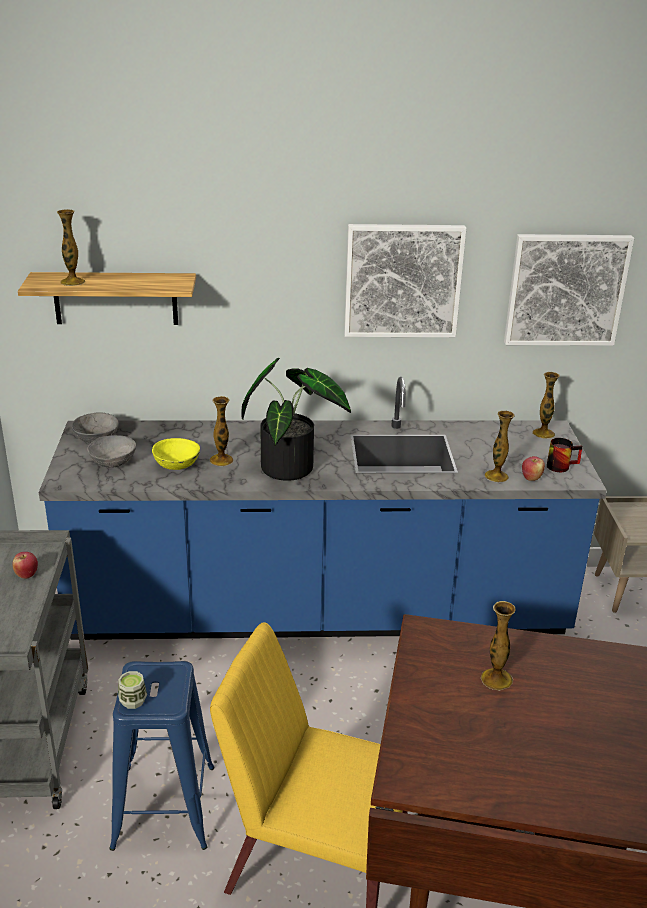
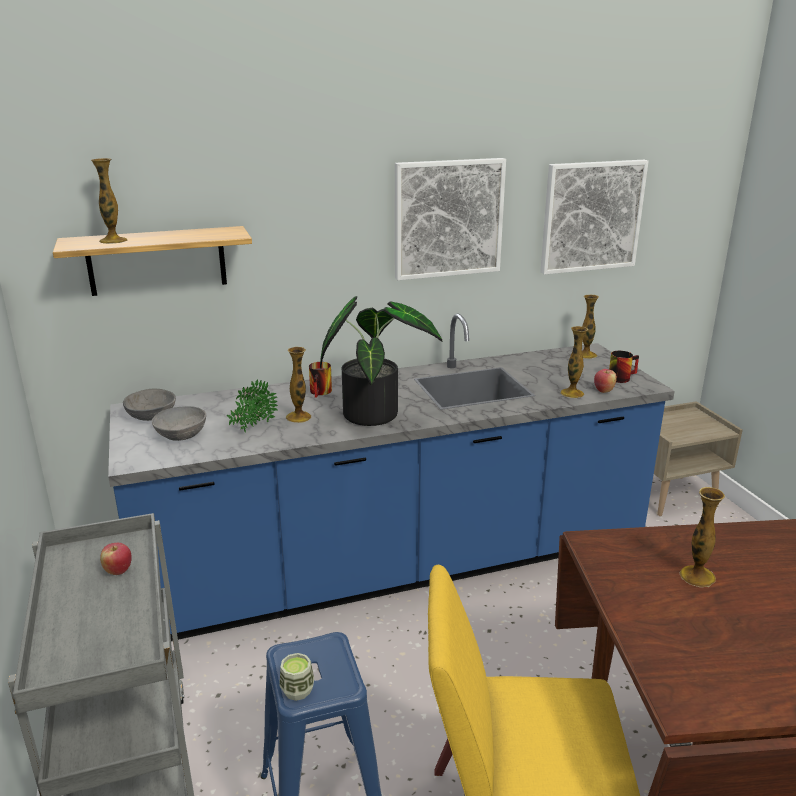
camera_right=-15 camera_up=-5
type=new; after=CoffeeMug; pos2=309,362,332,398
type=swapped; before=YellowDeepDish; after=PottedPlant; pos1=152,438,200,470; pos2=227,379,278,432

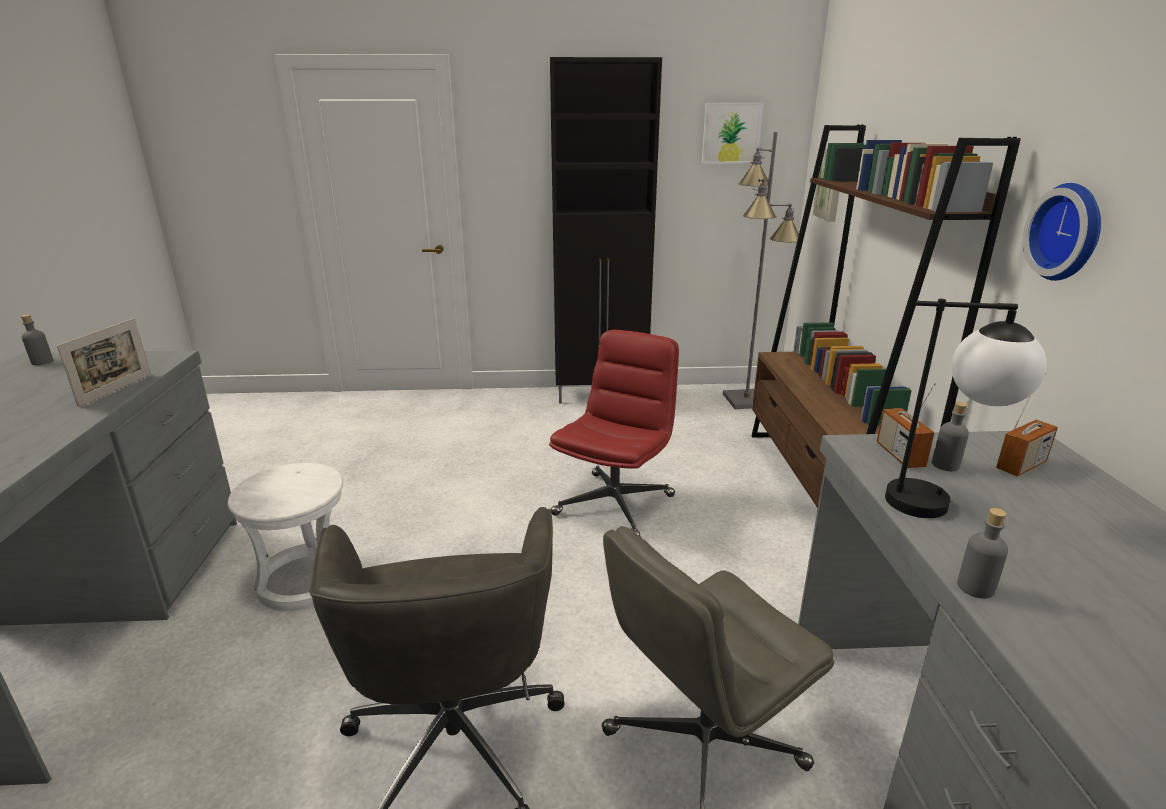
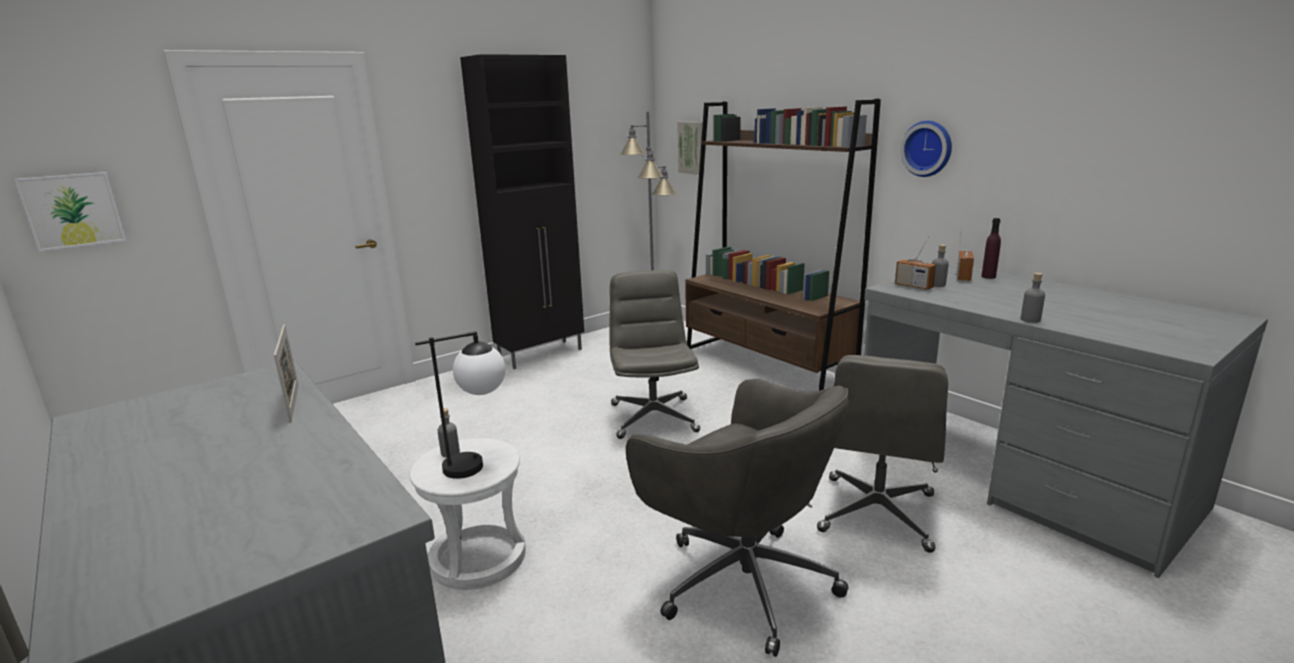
camera_right=-35 camera_up=-5
type=new; after=PurpleColouredBeverageBottle; pos2=981,218,1001,279
type=shifted; before=GreyishBeverageBottle; pos1=21,314,53,365; pos2=438,408,460,458
type=shifted; before=Picture; pos1=702,103,763,164; pos2=15,172,126,252
type=shifted; before=LampForATable; pos1=885,299,1047,518; pos2=415,331,506,479
type=repainted; before=ReddishDeskChair; after=GreyishDeskChair; pos1=549,330,679,537; pos2=609,270,700,439

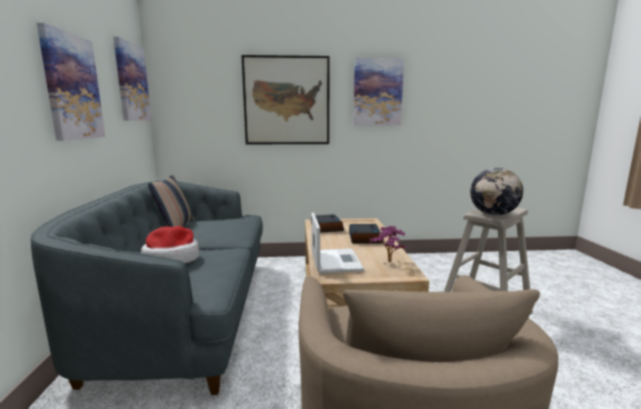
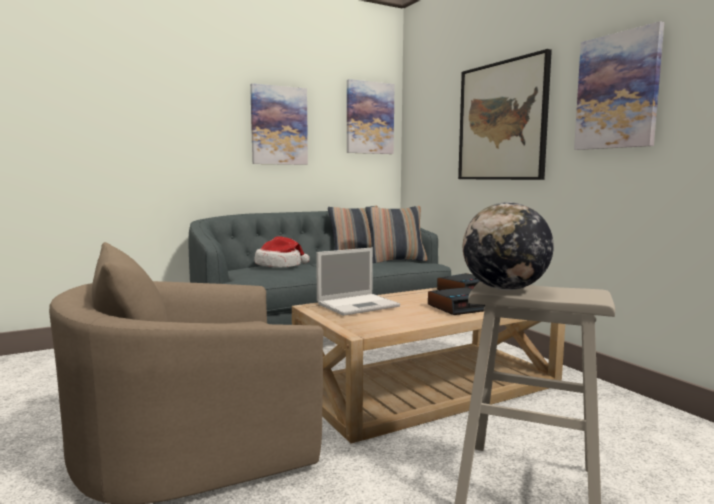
camera_right=65 camera_up=-5
type=gone; before=PottedPlant; pos1=370,226,407,262
type=new; after=Cushion; pos2=365,206,427,263

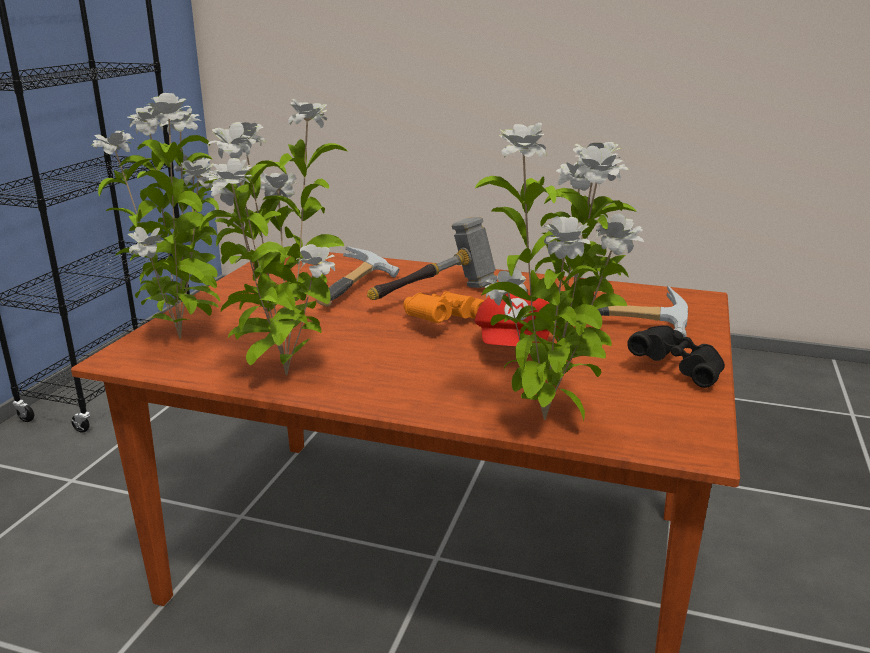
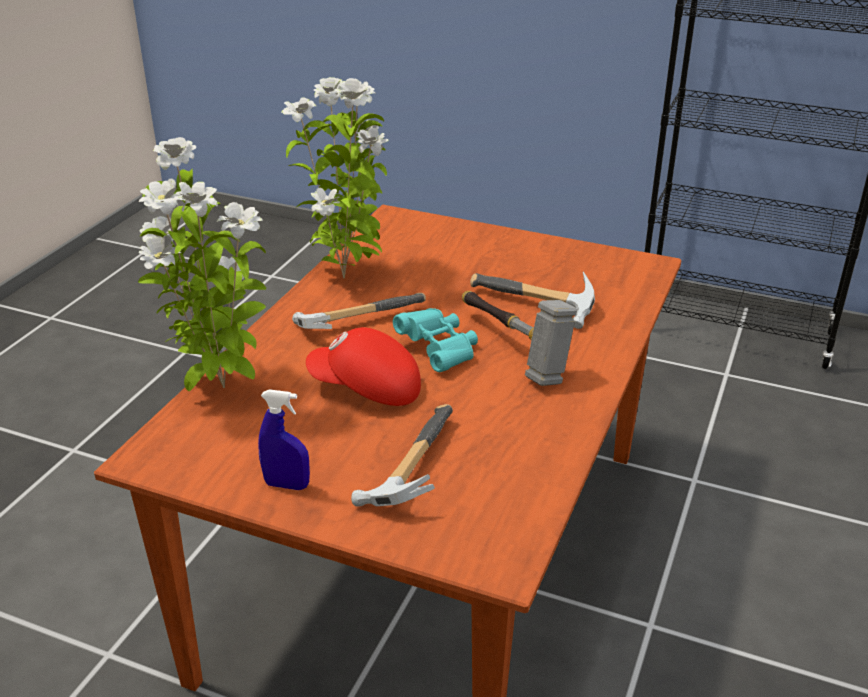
camera_right=95 camera_up=10
type=gone; before=PottedPlant; pos1=91,93,220,339
type=new; after=ToolHammer; pos2=292,293,426,329
type=swapped; before=BlackFieldGlasses; after=BlueSprayBottle; pos1=627,325,725,388; pos2=258,389,310,490
type=repainted; before=OrangeFieldGlasses; after=BlueGreenFieldGlasses; pos1=403,291,484,323; pos2=393,308,478,372

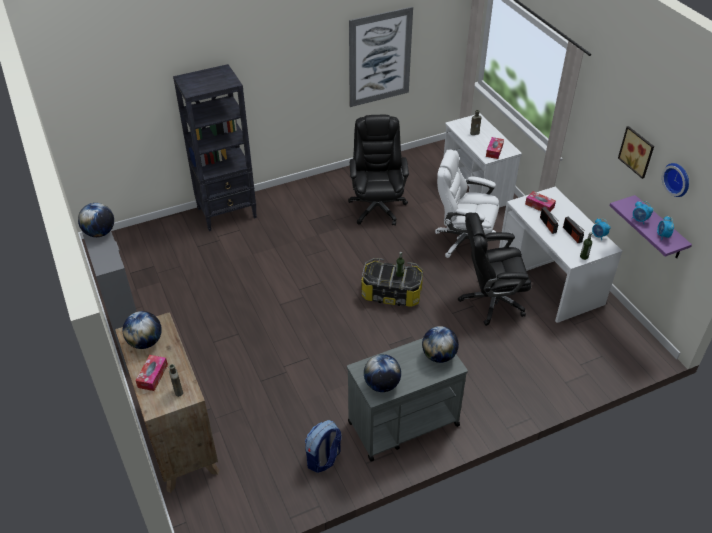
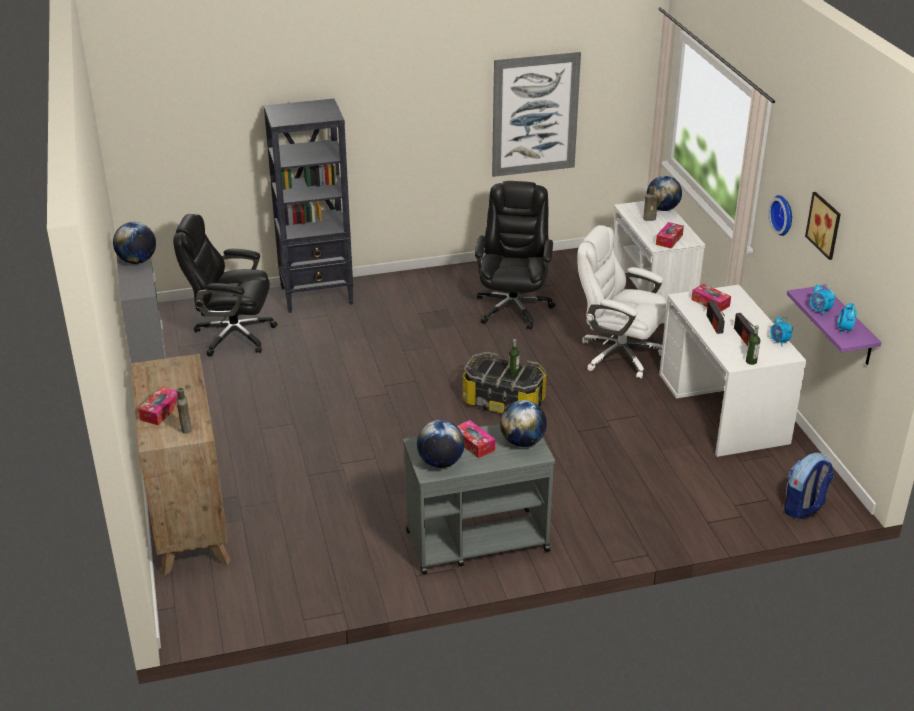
camera_right=10 camera_up=-10
type=new; after=TissueHolder; pos2=457,420,495,458
type=shifted; before=WorldGlobe; pos1=122,311,162,349; pos2=647,176,682,211
type=shifted; before=Backpack; pos1=305,420,342,473; pos2=784,453,834,519
type=shifted; before=BlackDeskChair; pos1=458,213,531,326; pos2=173,214,278,357
type=shifted; before=ClockOnTheWall; pos1=662,163,689,197; pos2=768,195,792,236

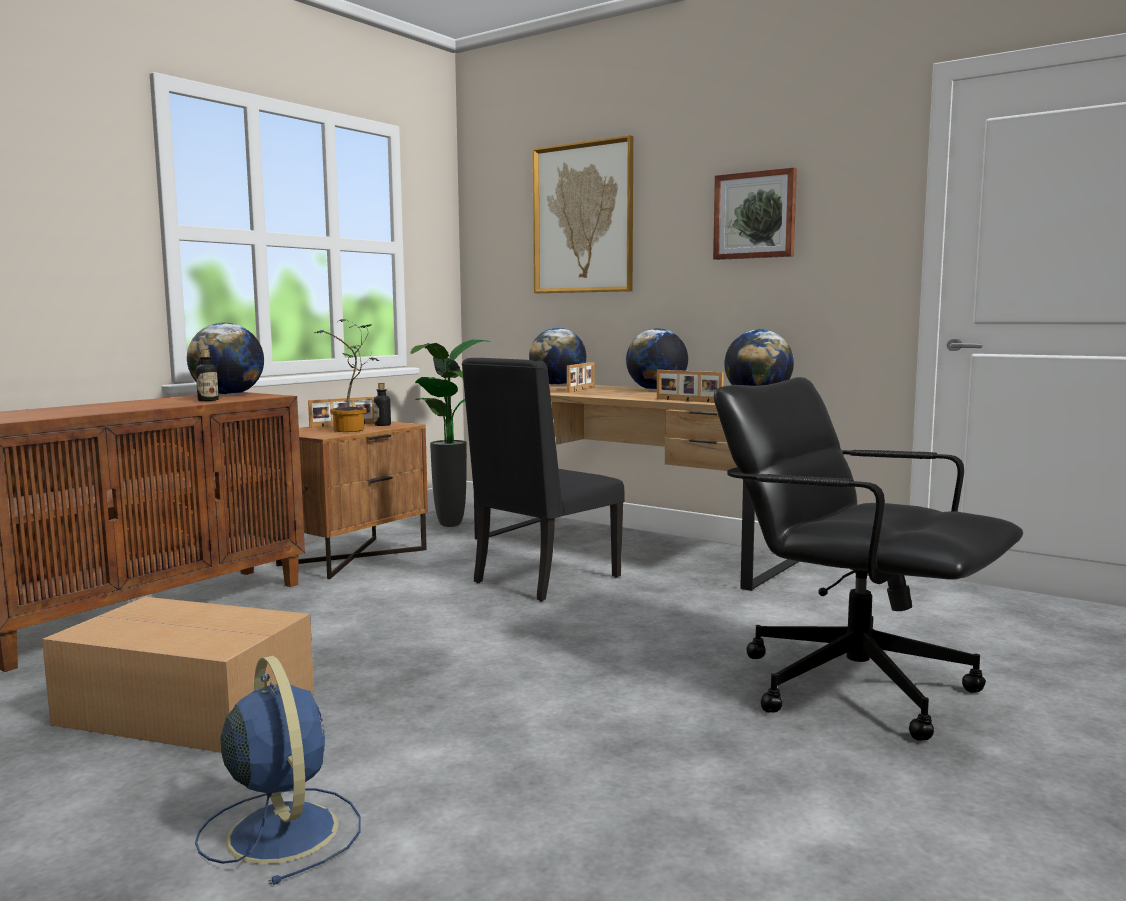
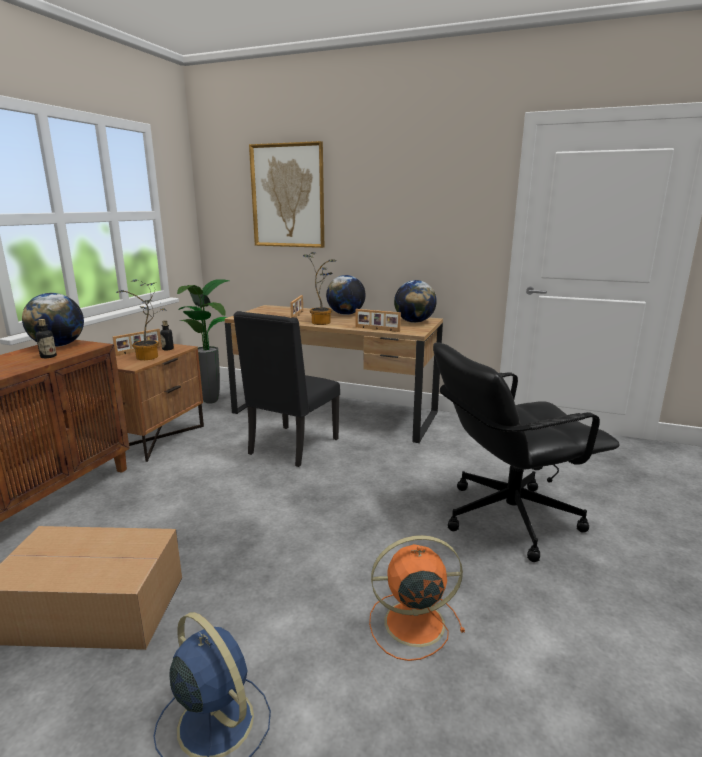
camera_right=-15 camera_up=10
type=gone; before=WorldGlobe; pos1=529,328,586,385
type=gone; before=Picture; pos1=713,168,797,260
type=new; after=PottedPlant; pos2=303,252,336,325
type=new; after=OrangeCoolingFan; pos2=369,535,465,661
type=rotated; before=BlackDeskChair; pos1=714,377,1023,741; pos2=433,342,619,562; turn=-45

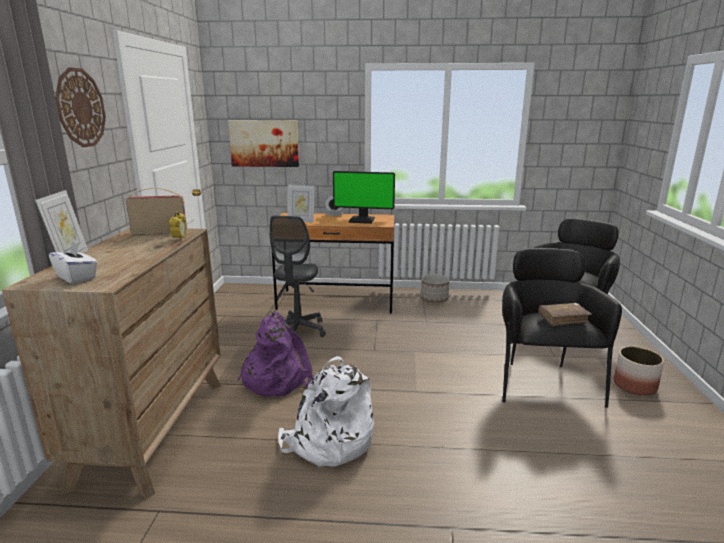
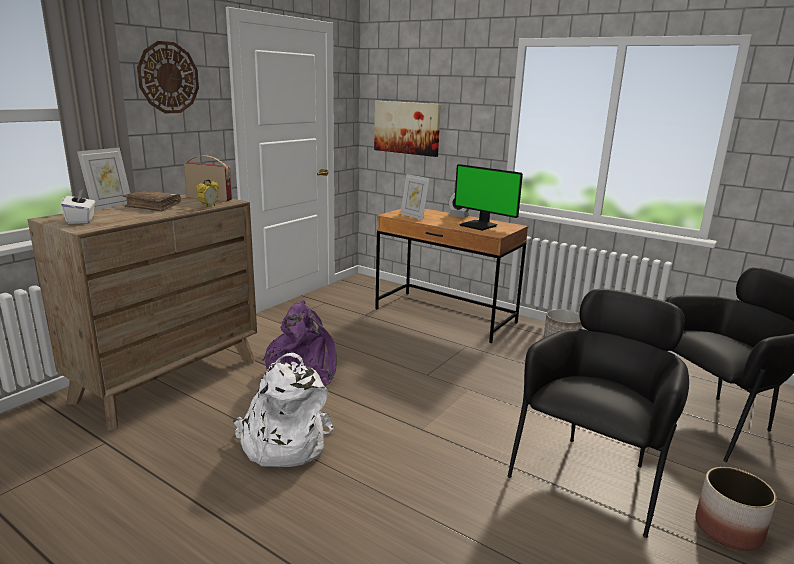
camera_right=30 camera_up=0
type=gone; before=GreyishDeskChair; pos1=270,215,326,337
type=shifted; before=BrownColouredVolume; pos1=539,303,592,326; pos2=123,190,181,212

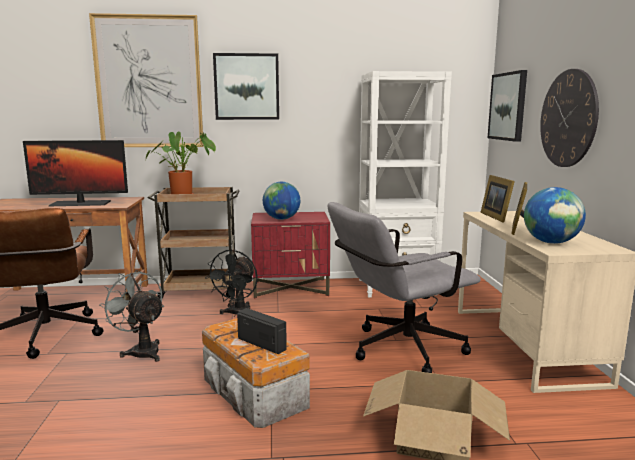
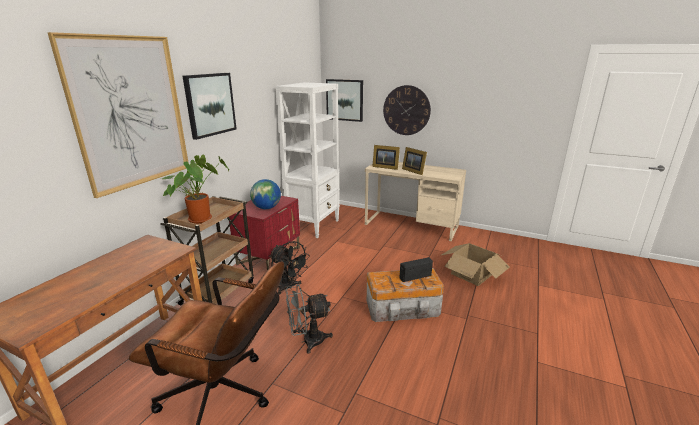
camera_right=-60 camera_up=10
type=gone; before=ComputerScreen; pos1=23,140,128,206
type=gone; before=GreyishDeskChair; pos1=328,202,481,373
type=gone; before=WorldGlobe; pos1=524,187,586,244

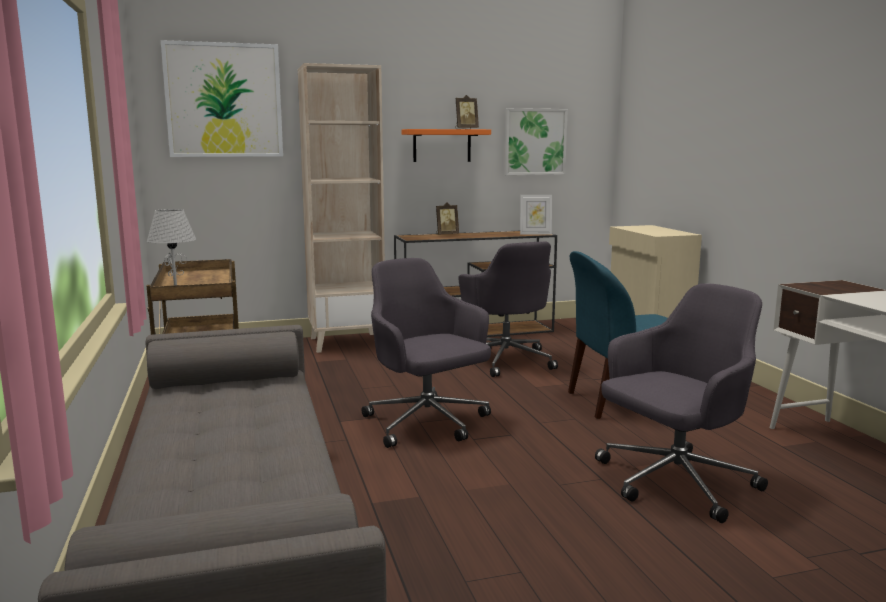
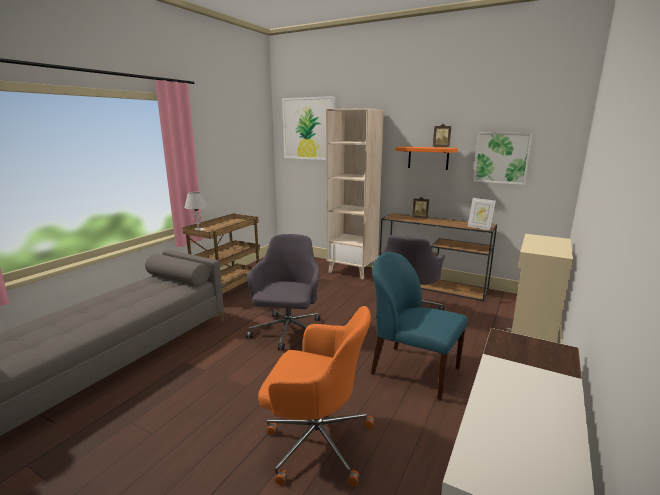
camera_right=45 camera_up=5
type=repainted; before=GreyishDeskChair; after=OrangeDeskChair; pos1=595,283,768,523; pos2=258,306,374,486

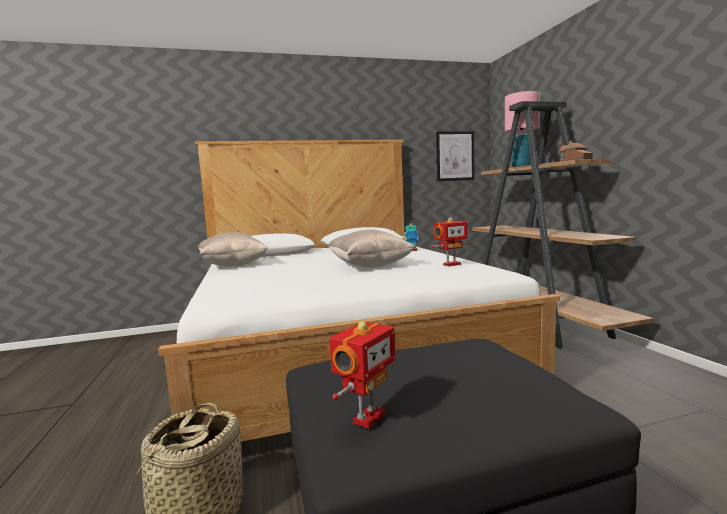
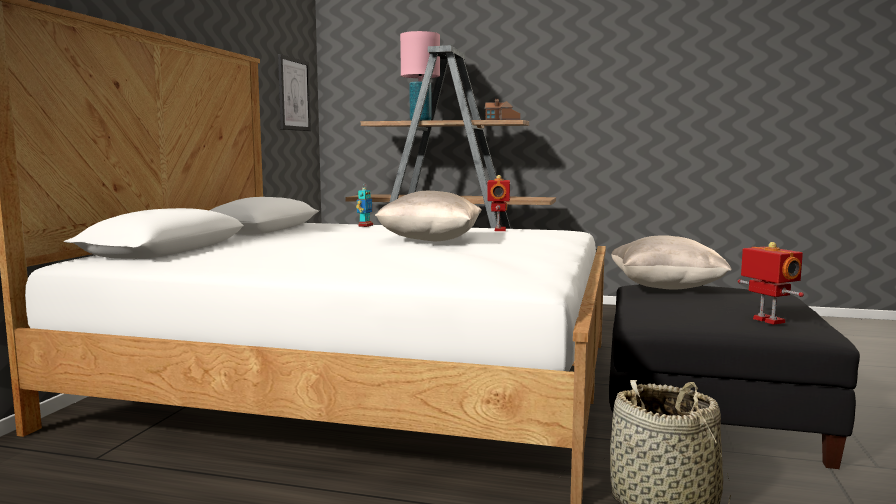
camera_right=-60 camera_up=0
type=shifted; before=BeigeColouredCushion; pos1=198,232,268,267; pos2=611,235,732,289

